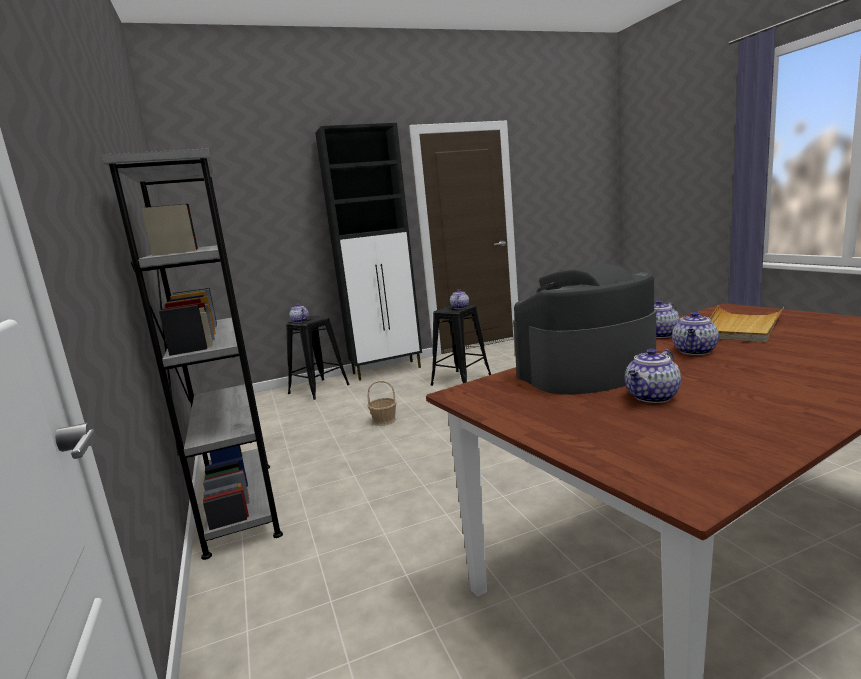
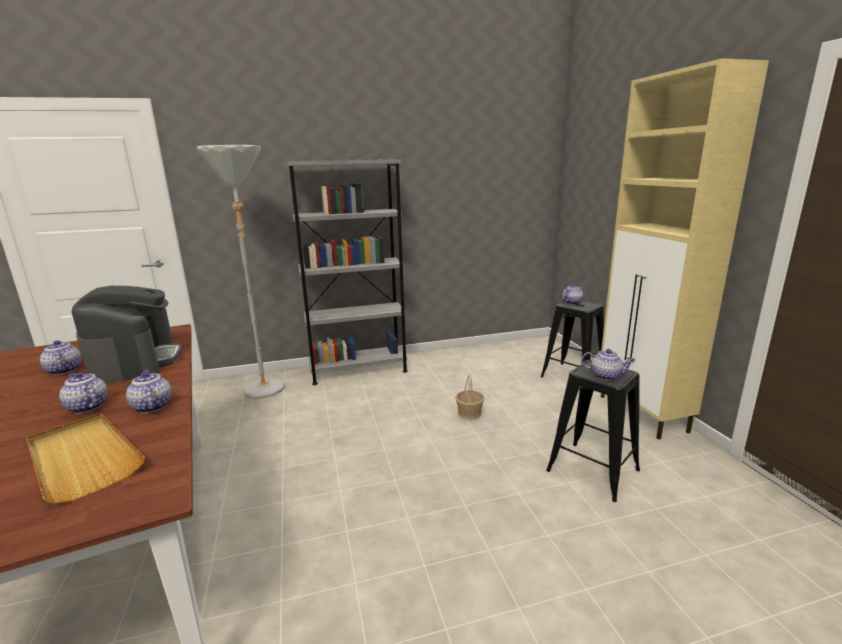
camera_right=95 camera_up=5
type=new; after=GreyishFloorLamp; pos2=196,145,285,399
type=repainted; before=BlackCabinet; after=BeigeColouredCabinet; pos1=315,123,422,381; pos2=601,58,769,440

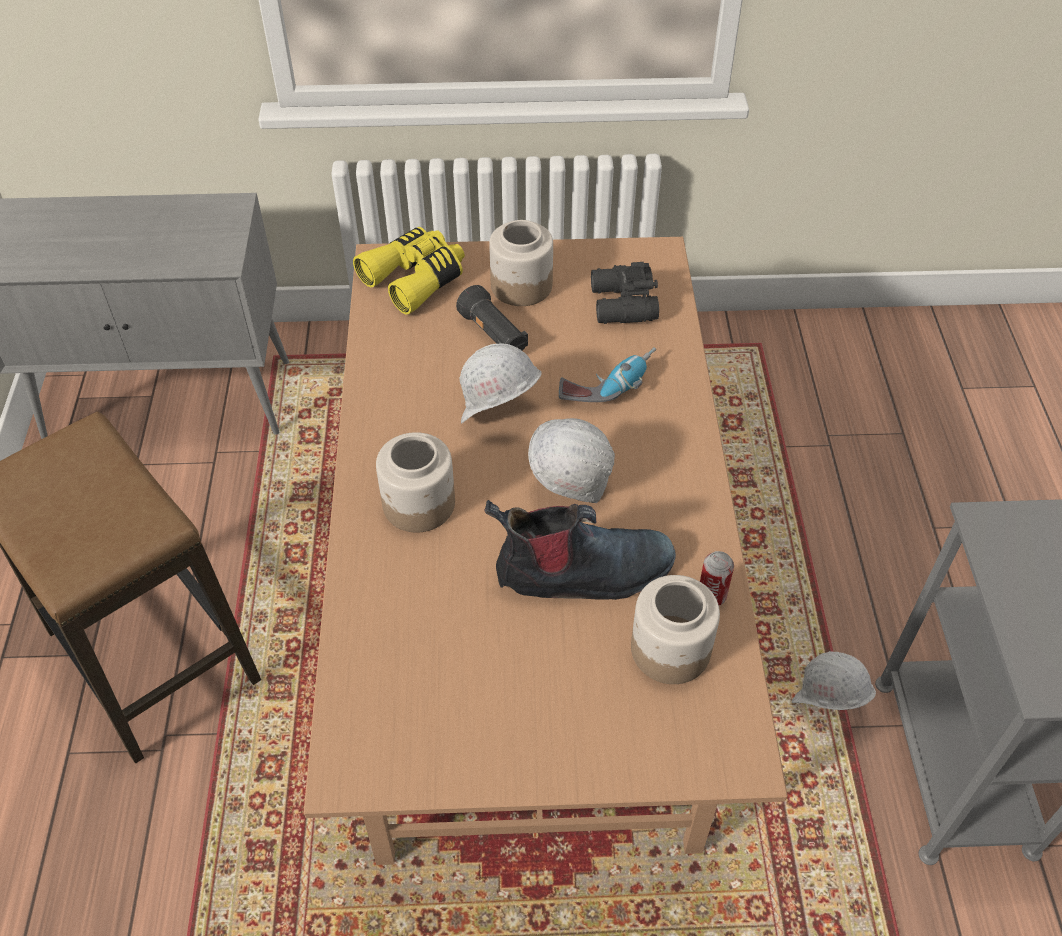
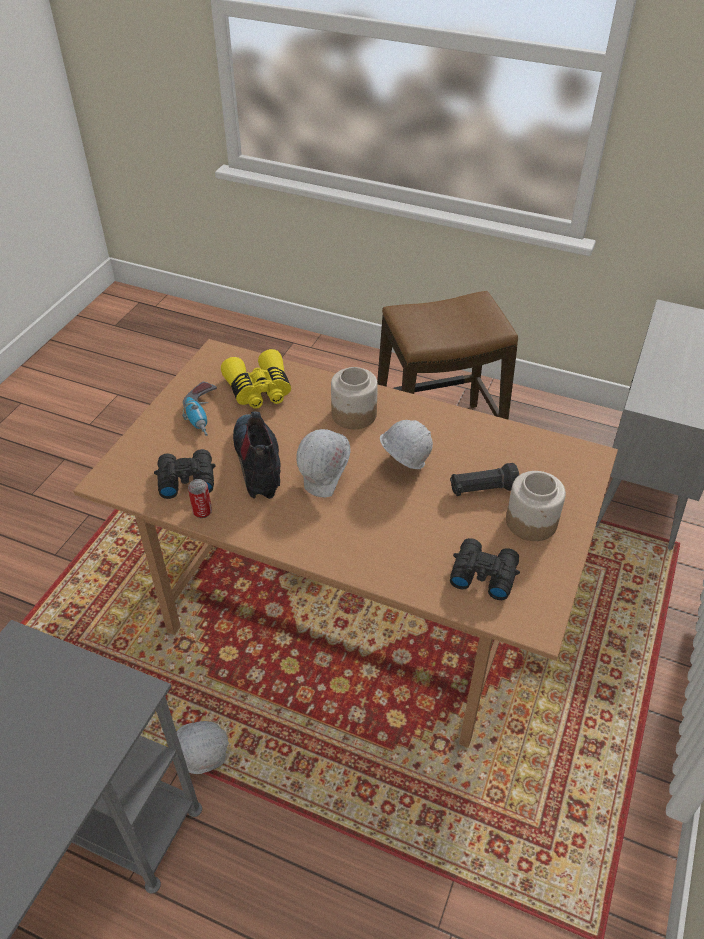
camera_right=115 camera_up=-5
type=shifted; before=YellowFieldGlasses; pos1=353,227,465,315; pos2=221,349,291,409
type=shifted; before=PowerDrill; pos1=559,347,656,402; pos2=182,382,217,436
type=swapped; before=StorageJar; after=BlackFieldGlasses; pos1=631,575,720,684; pos2=154,449,216,499
type=rotated; before=TallBoot; pos1=485,500,676,600; pos2=233,412,281,499; turn=150

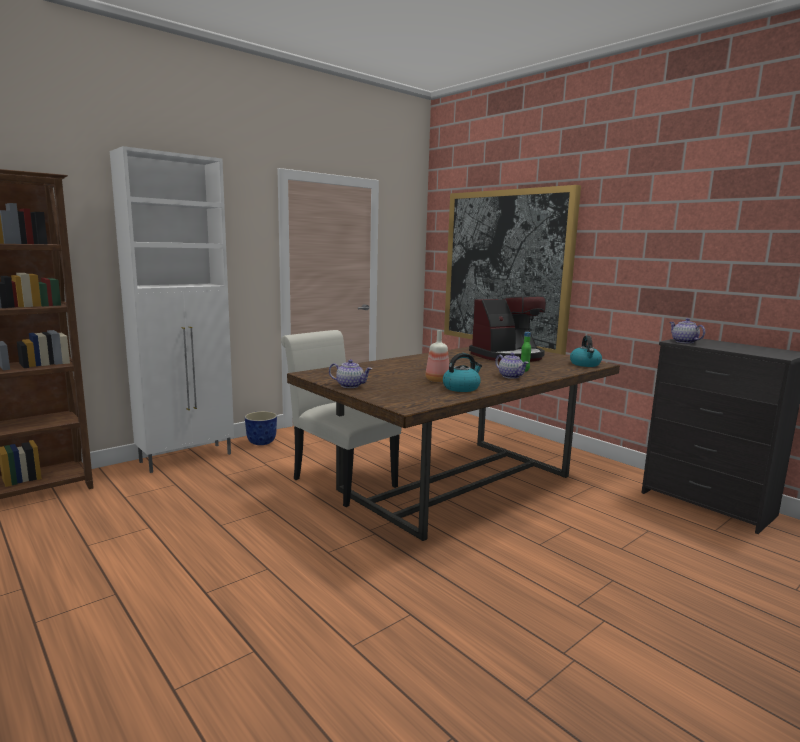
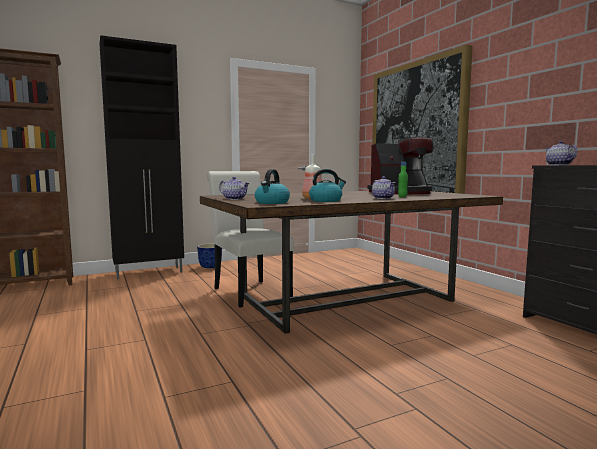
camera_right=15 camera_up=-5
type=shifted; before=TeaKettle; pos1=570,336,602,367; pos2=255,169,290,204
type=repainted; before=WhiteCabinet; after=BlackCabinet; pos1=110,146,234,473; pos2=99,35,184,279

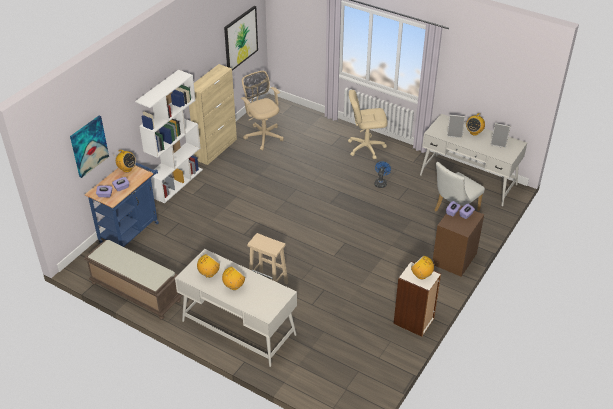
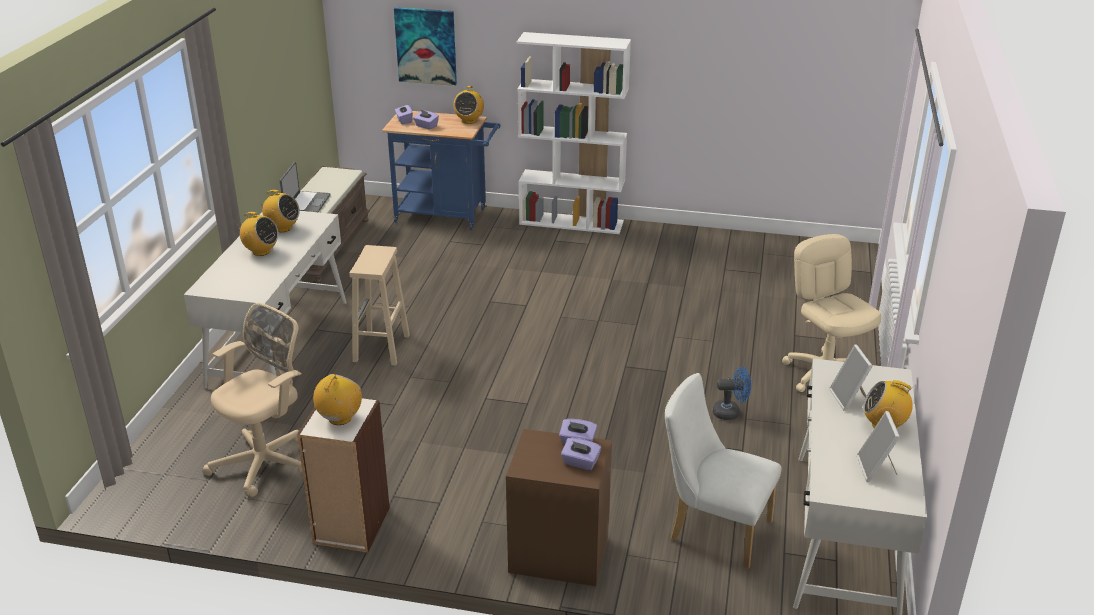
camera_right=70 camera_up=-10
type=gone; before=BeigeColouredCabinet; pos1=189,64,237,165
type=gone; before=Picture; pos1=224,6,258,71
type=new; after=PortableComputer; pos2=280,162,331,212
type=shifted; before=BeigeColouredDeskChair; pos1=241,71,284,151; pos2=202,303,303,497

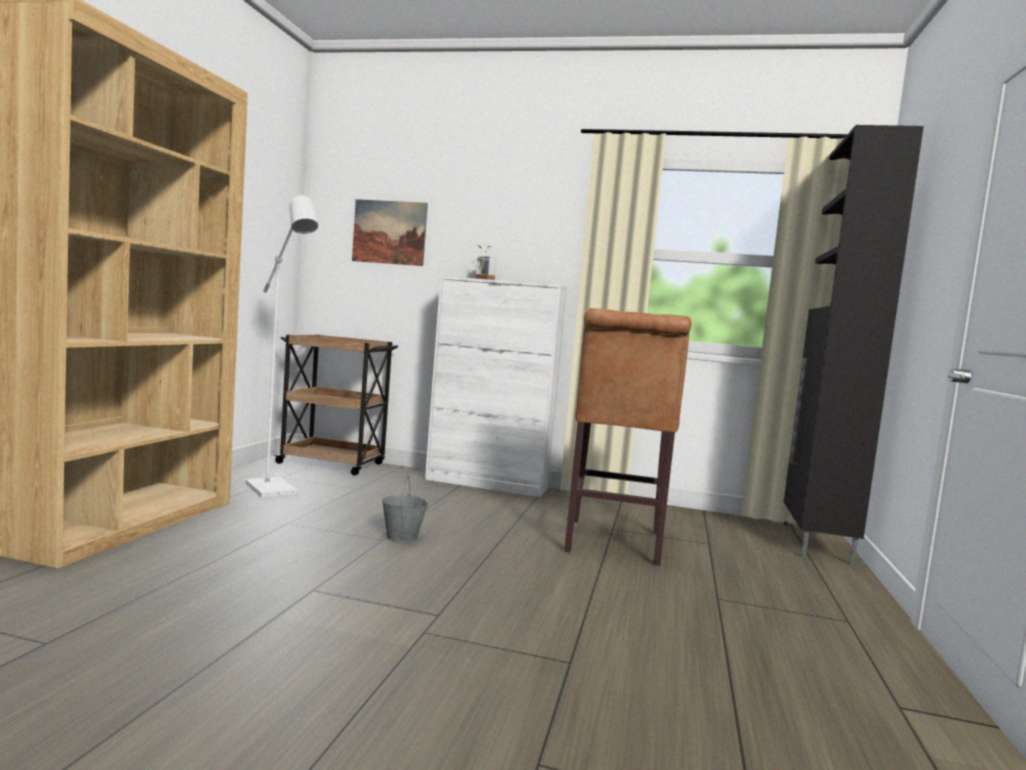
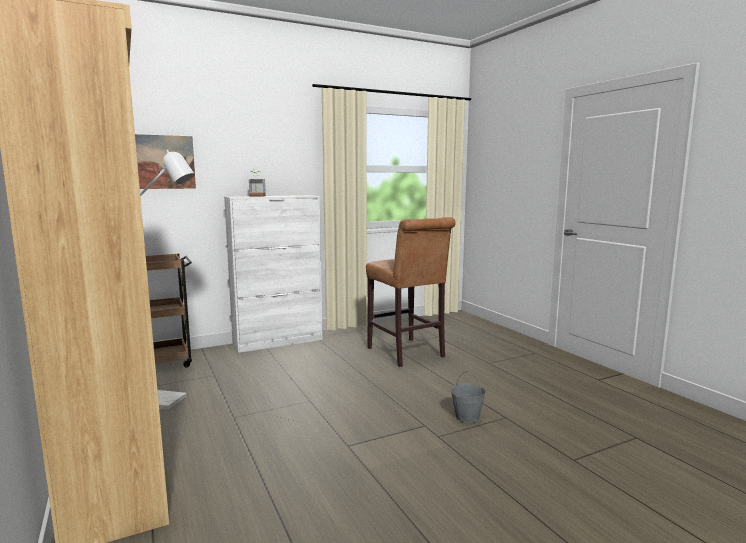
camera_right=-40 camera_up=5
type=gone; before=BlackCabinet; pos1=783,125,924,565
type=shifted; before=GreyishBucket; pos1=382,475,428,542; pos2=451,371,486,423

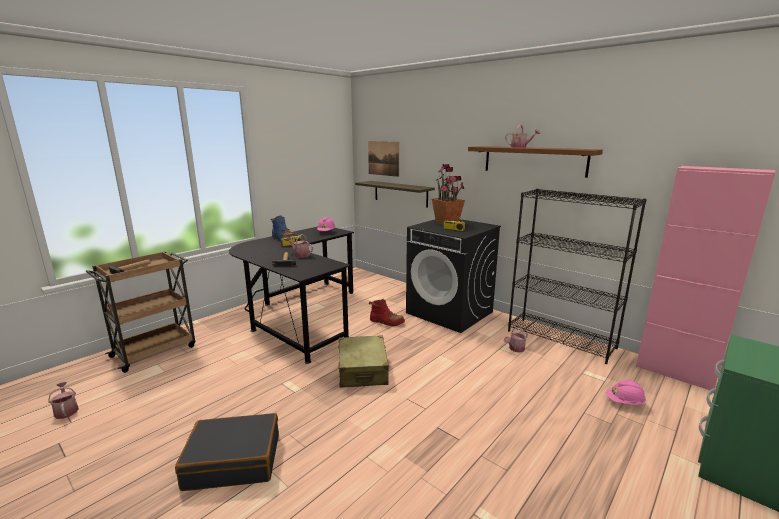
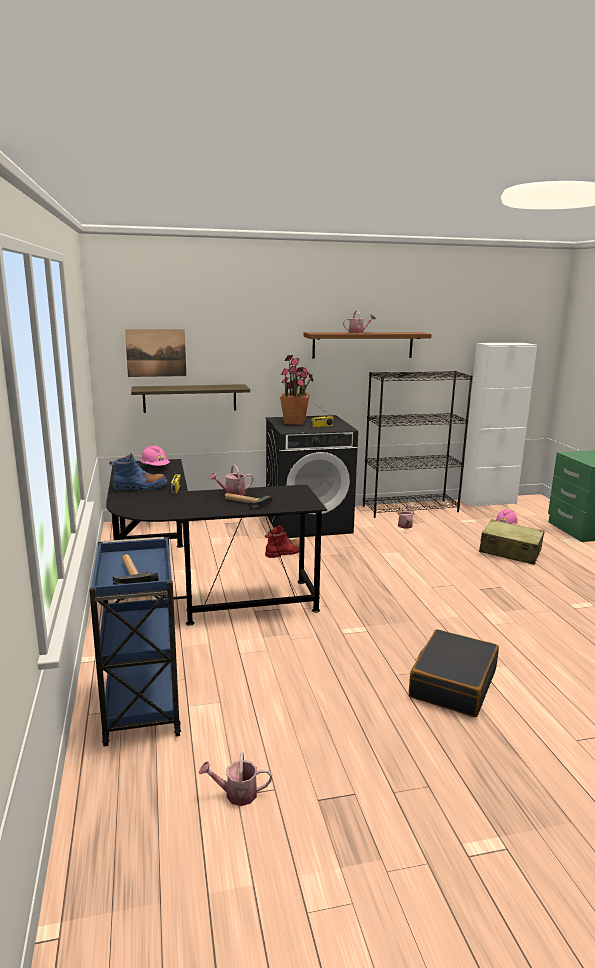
camera_right=-55 camera_up=0
type=shifted; before=BeigeColouredPieceOfLuggage; pos1=338,336,390,388; pos2=479,520,545,565
type=repainted; before=BrownColouredCart; after=BlueCart; pos1=86,251,195,373; pos2=89,537,181,747
type=repainted; before=PinkishCabinet; after=WhiteCabinet; pos1=636,166,776,390; pos2=461,343,537,507

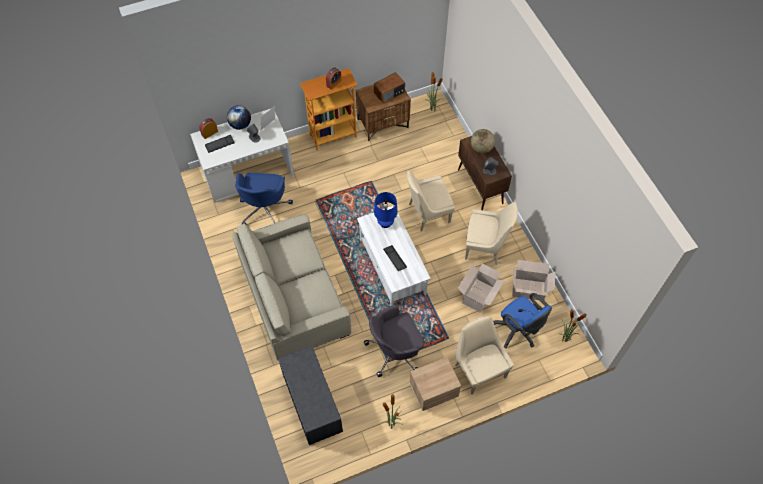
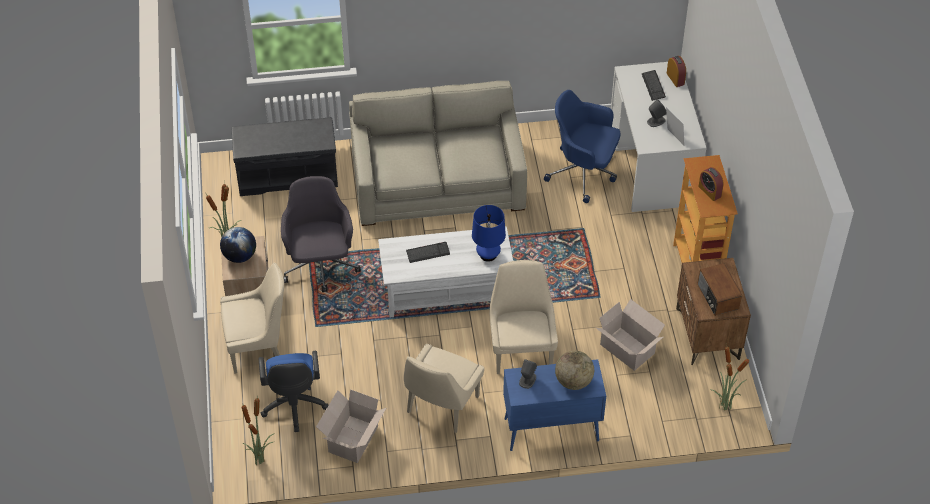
camera_right=105 camera_up=-10
type=shifted; before=WorldGlobe; pos1=227,105,251,130; pos2=220,227,256,263
type=shifted; before=Carton; pos1=458,263,505,313; pos2=596,299,665,371
type=repainted; before=BrownColouredCabinet; after=BlueCabinet; pos1=458,136,512,210; pos2=503,359,606,451
type=rotated; before=BlueDeskChair; pos1=493,293,552,348; pos2=259,351,329,432; turn=-75

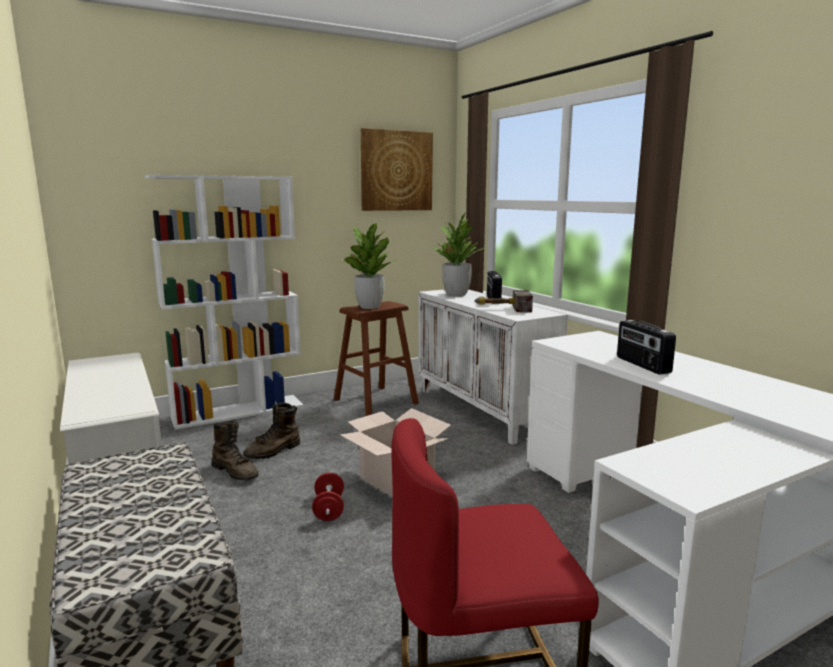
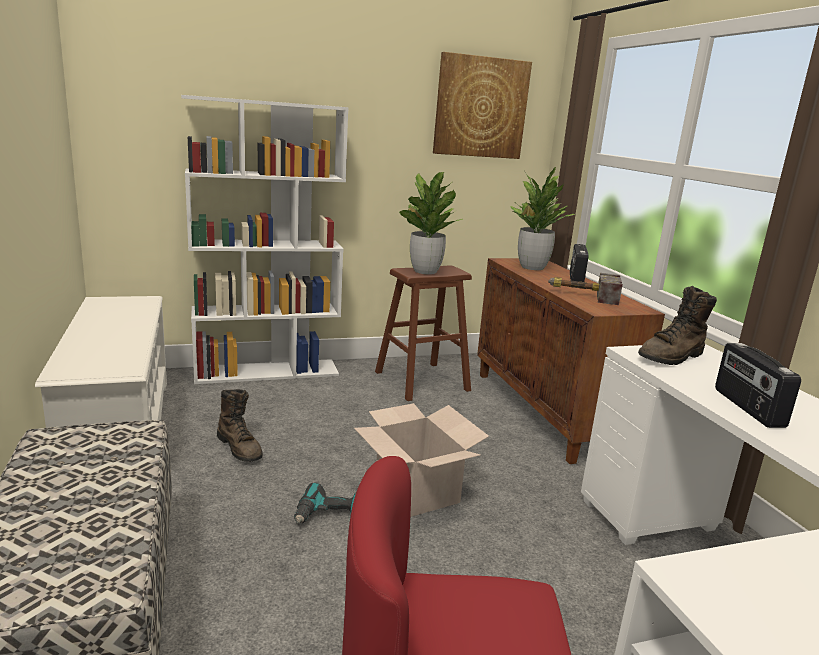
camera_right=10 camera_up=5
type=shifted; before=BrownColouredTallBoot; pos1=243,402,300,459; pos2=638,286,717,365
type=swapped; before=ReddishDumbbell; after=PowerDrill; pos1=312,473,344,521; pos2=294,482,356,524
type=repainted; before=WhiteCabinet; after=BrownColouredCabinet; pos1=418,289,568,445; pos2=477,258,665,464

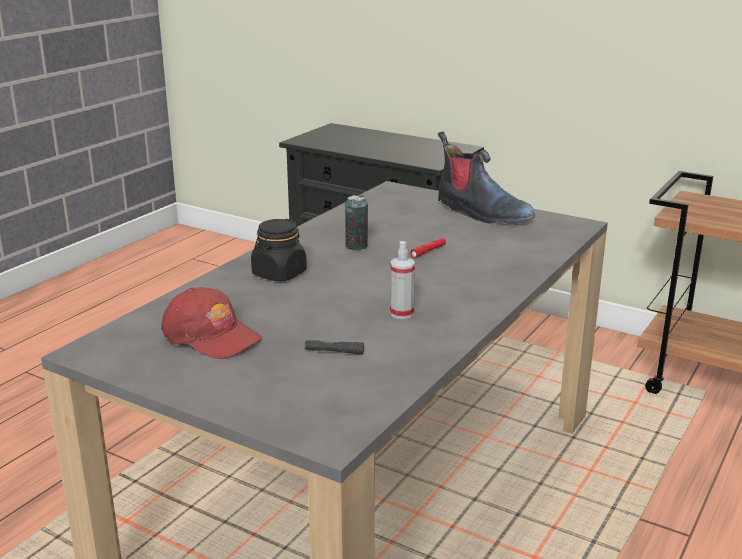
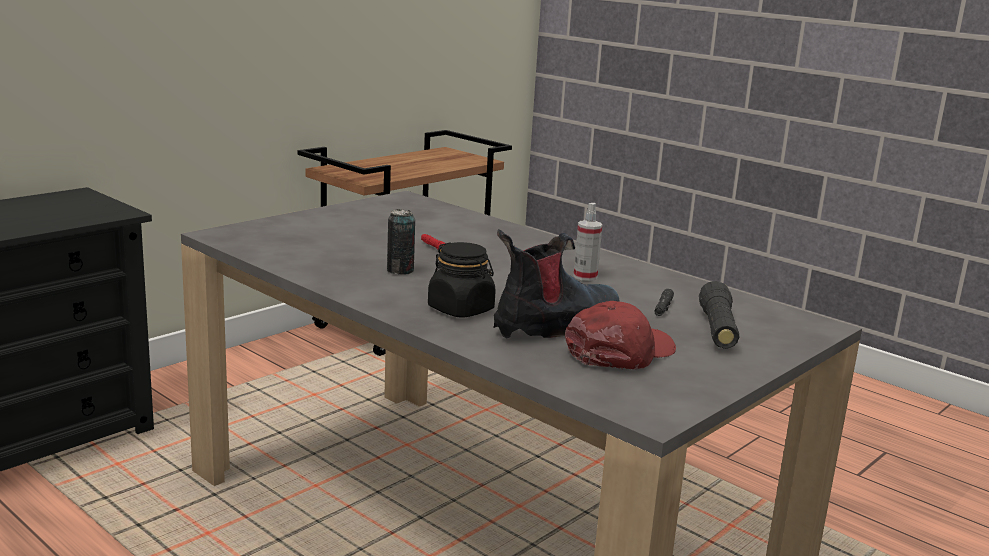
camera_right=-80 camera_up=-5
type=new; after=BlackFlashlight; pos2=699,281,740,349
type=shifted; before=TallBoot; pos1=438,132,535,225; pos2=493,229,620,338

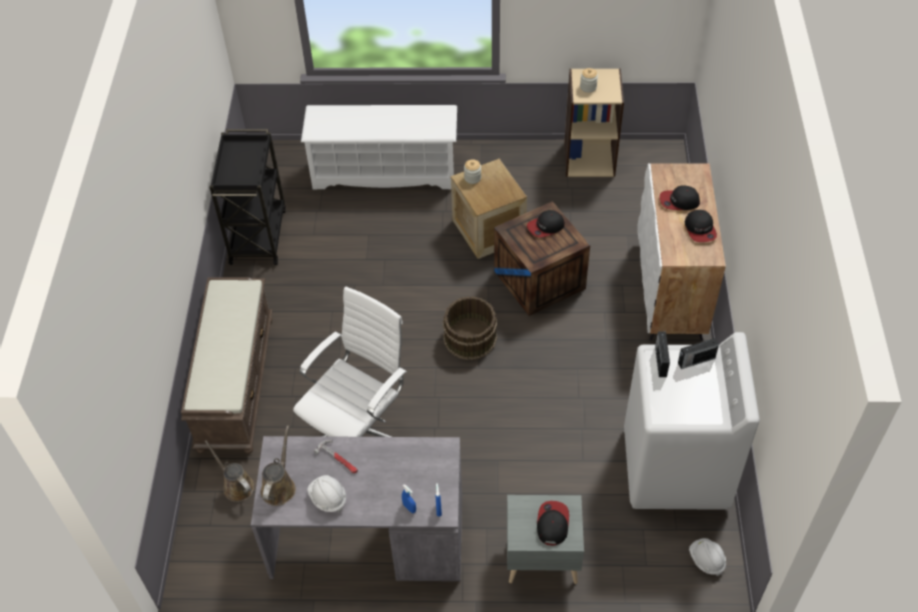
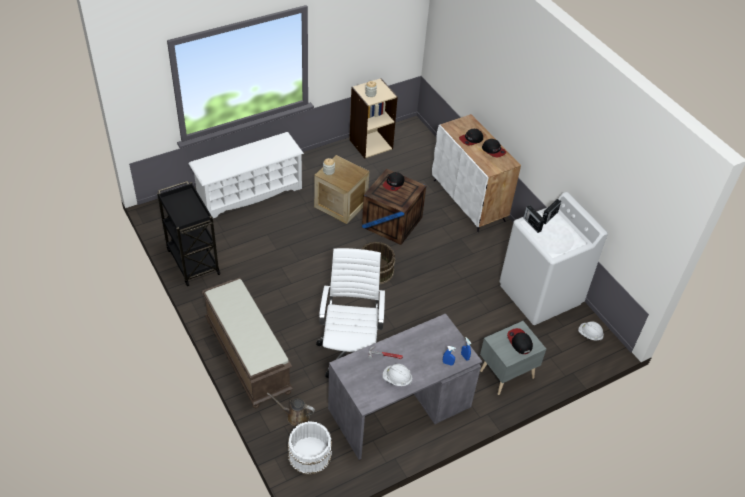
camera_right=-35 camera_up=-5
type=gone; before=BrownColouredSprinklingCan; pos1=261,425,296,506
type=new; after=WhiteBucket; pos2=288,421,332,475

